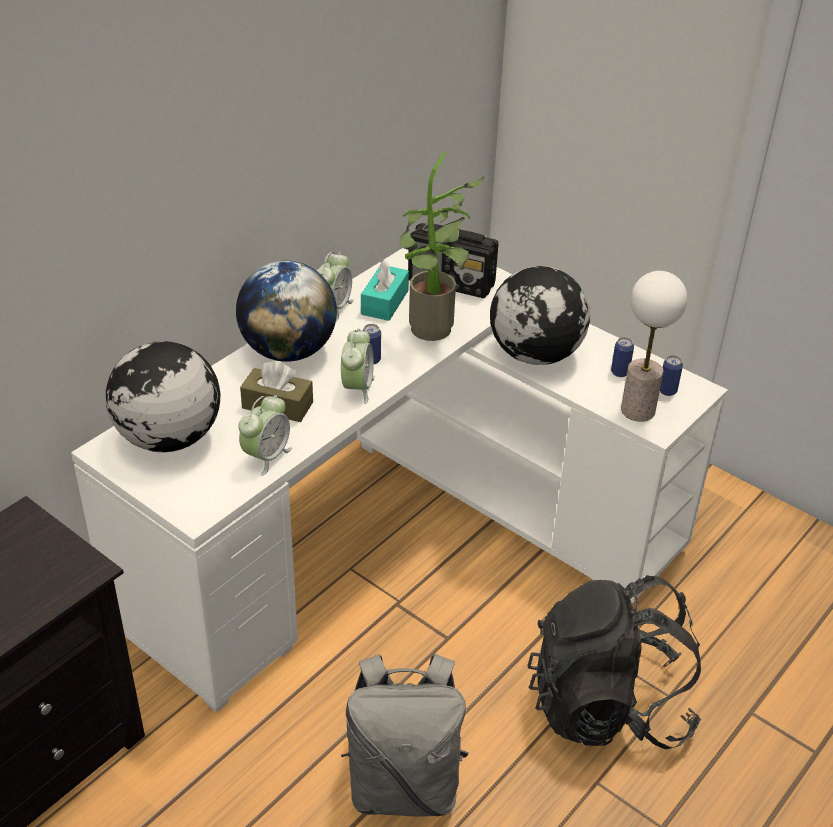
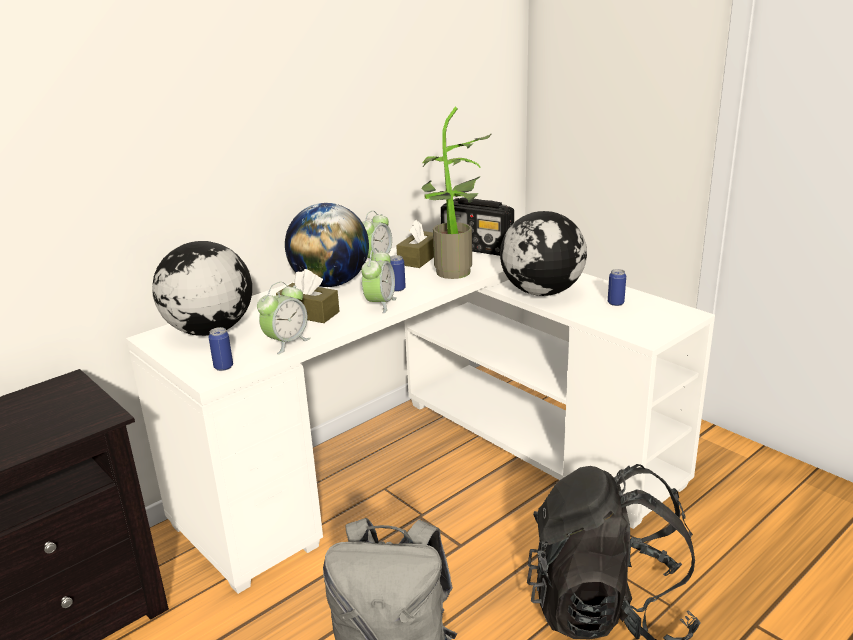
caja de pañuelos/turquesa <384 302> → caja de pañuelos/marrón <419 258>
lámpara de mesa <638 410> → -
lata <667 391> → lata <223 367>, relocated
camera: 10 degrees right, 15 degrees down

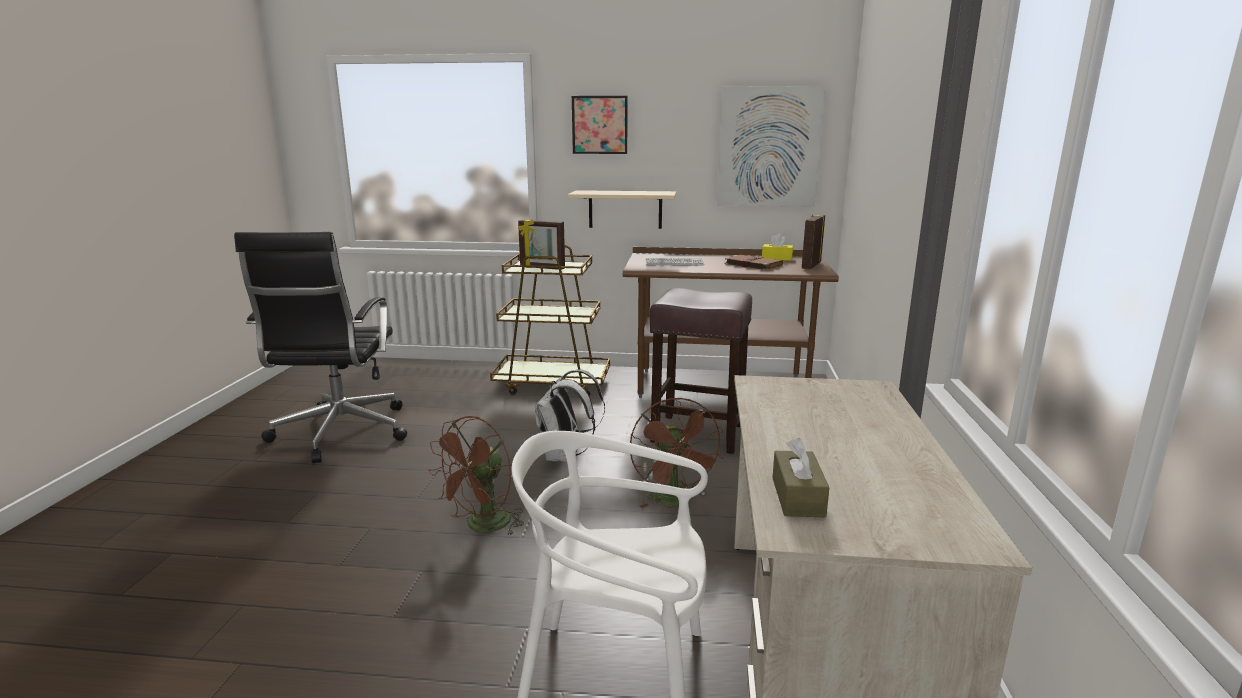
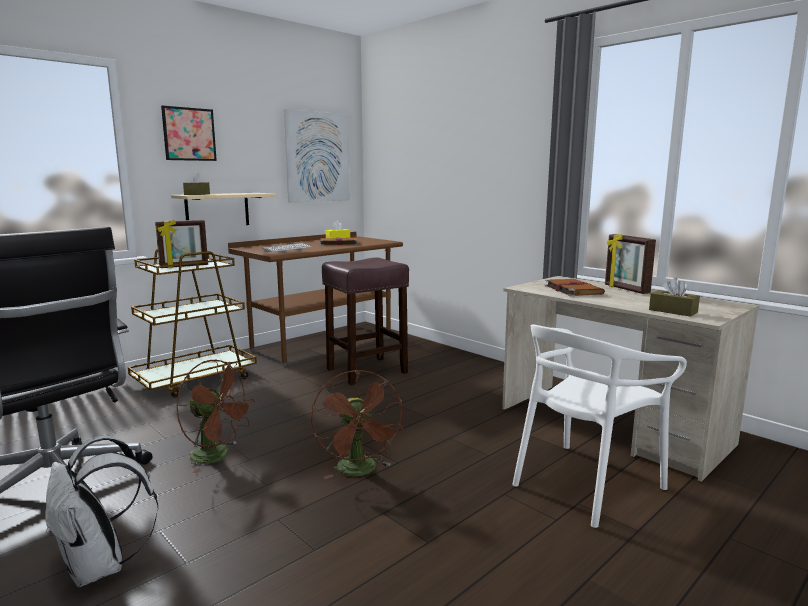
portarretratos <810 265> → portarretratos <625 289>, relocated
mochila/blanco <565 457> → mochila/blanco <101 567>, relocated
ventilador/marrón <675 500> → ventilador/marrón <217 456>, relocated
- → caja de pañuelos/marrón <197 194>
- → libro/marrón <572 289>
camera: 50 degrees left, 5 degrees down

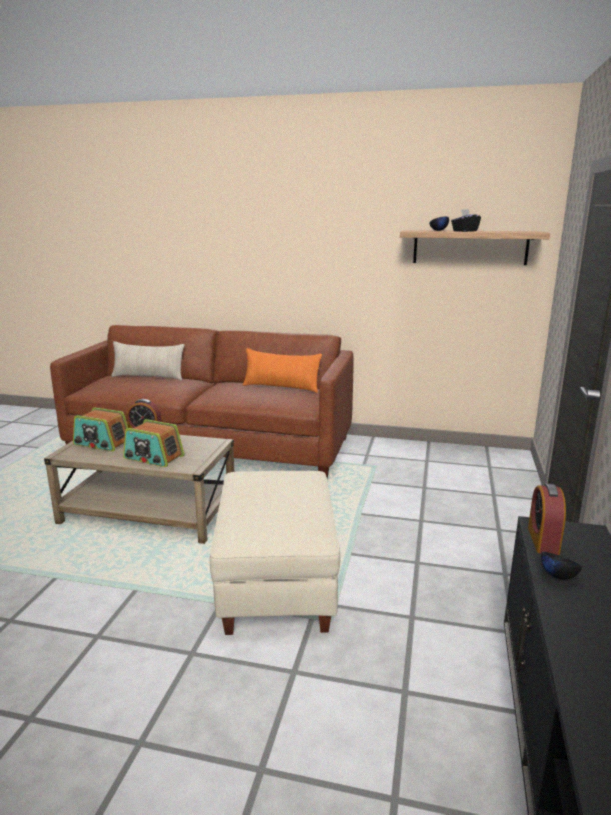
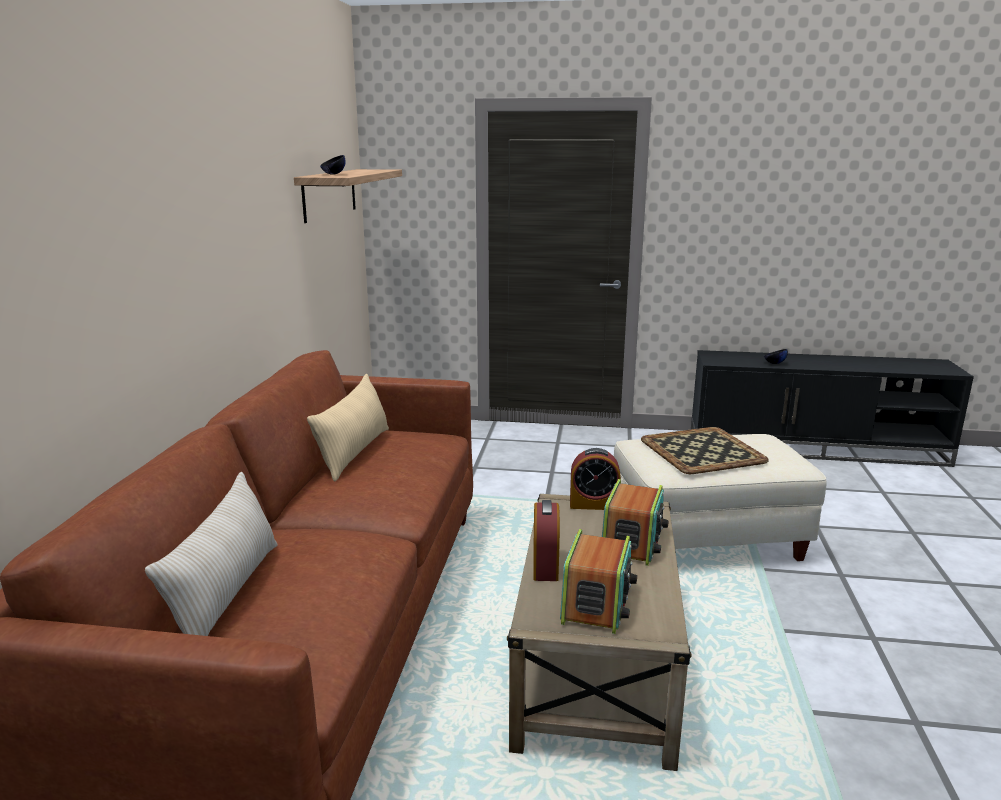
caja de pañuelos/negro <464 231> → -
cojín/naranja <281 387> → cojín/beis <354 452>
despertador <543 540> → despertador <594 504>, relocated
- → bandeja <702 451>
camera: 95 degrees left, 0 degrees up

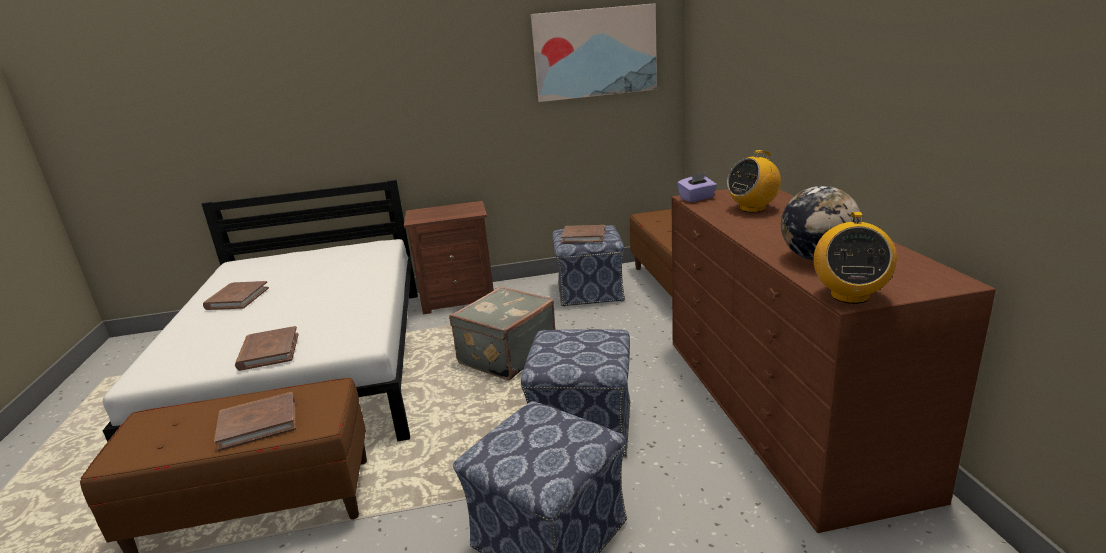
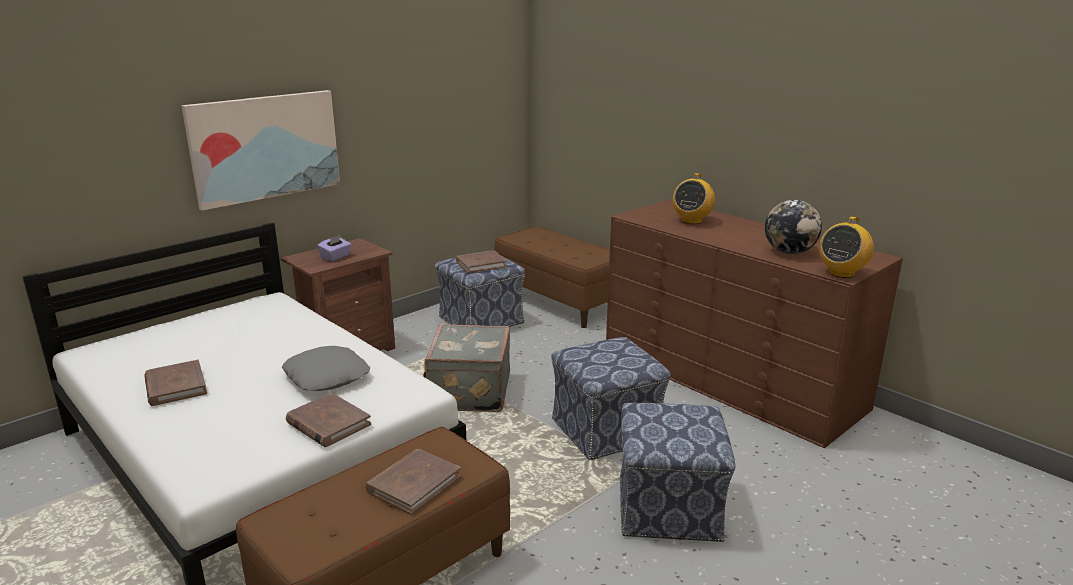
cuadro <595 53> → cuadro <265 147>, relocated
caja de pañuelos/morado <697 198> → caja de pañuelos/morado <335 257>, relocated
radio <849 295> → radio <841 273>, 60 degrees clockwise
- → cojín/gris <327 376>
camera: 35 degrees left, 0 degrees up

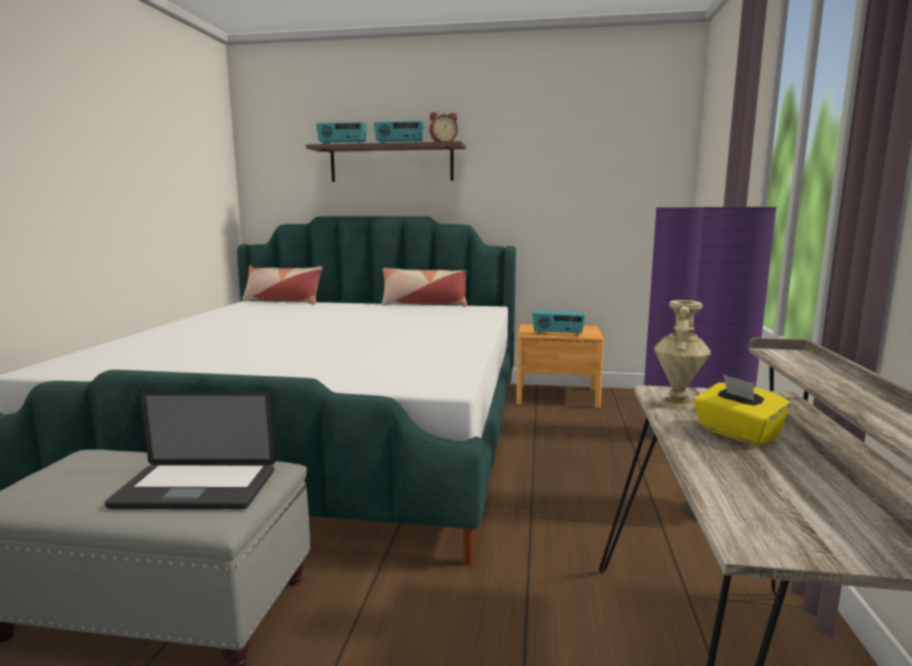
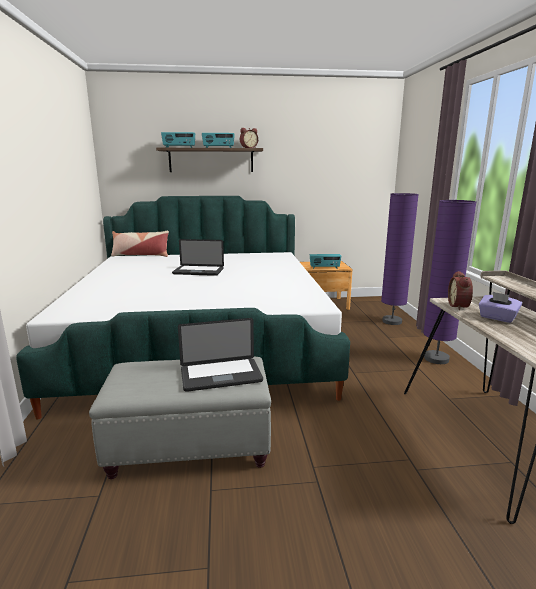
cojín <424 304> → -
florero/beis <678 404> → despertador <460 306>
caja de pañuelos/amarillo <736 434> → caja de pañuelos/morado <497 318>
- → portátil <198 271>
camera: 15 degrees left, 5 degrees up

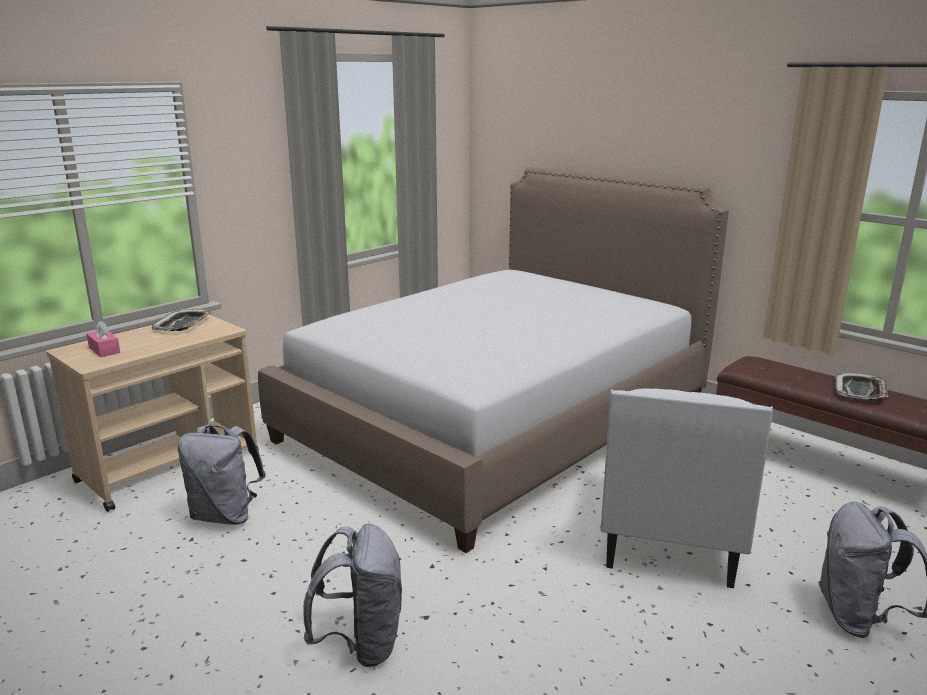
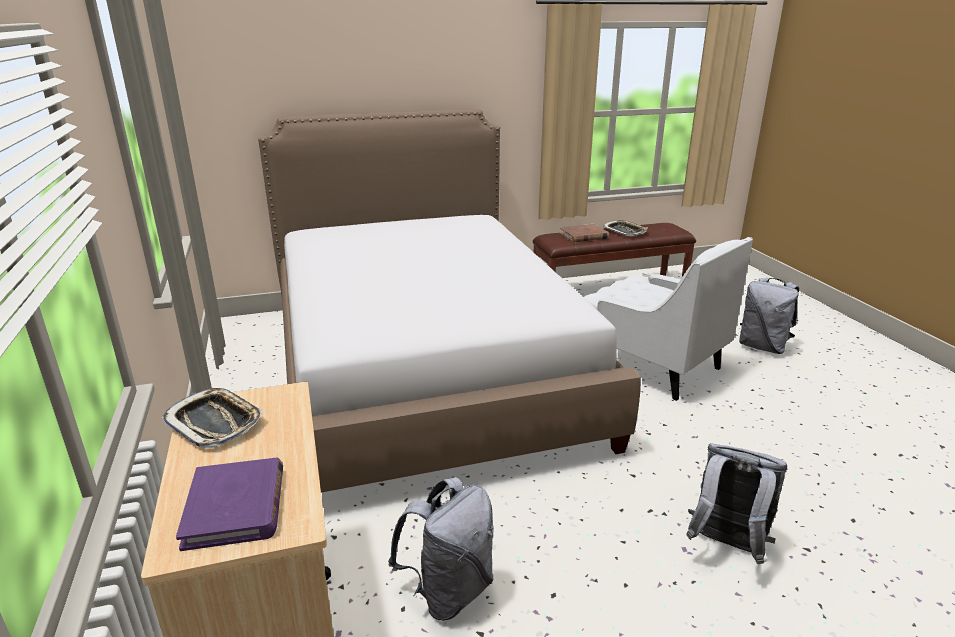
caja de pañuelos/rosa <104 350> → libro/morado <236 507>
- → libro/marrón <583 236>
camera: 60 degrees left, 5 degrees up

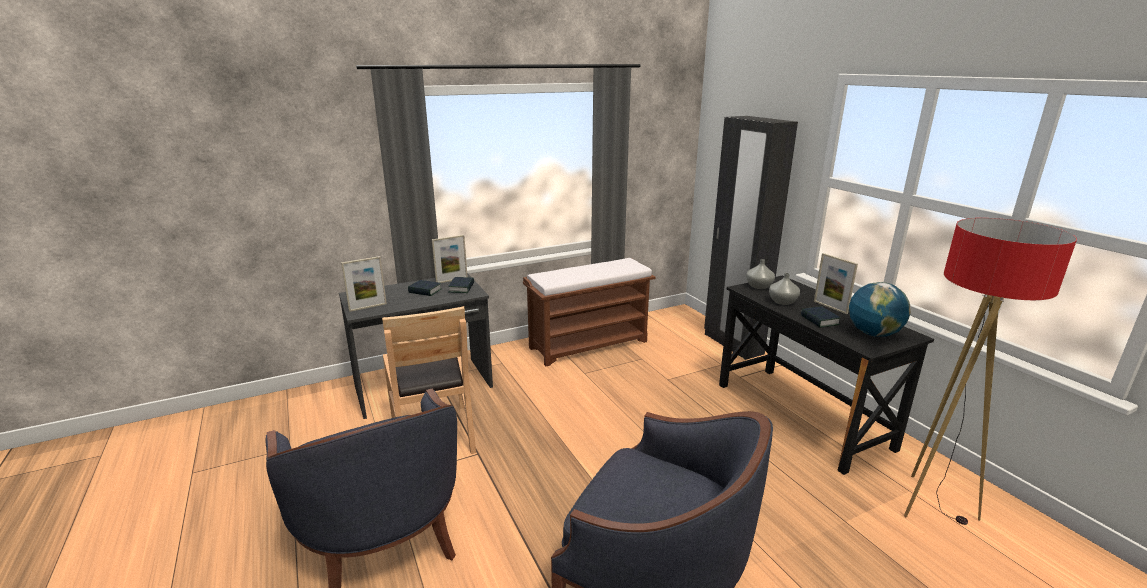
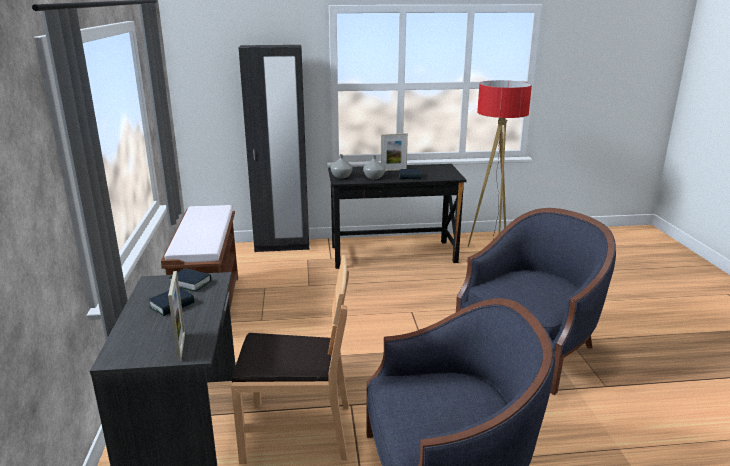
portarretratos <451 280> → -
globo terráqueo <873 333> → -
camera: 70 degrees left, 0 degrees up

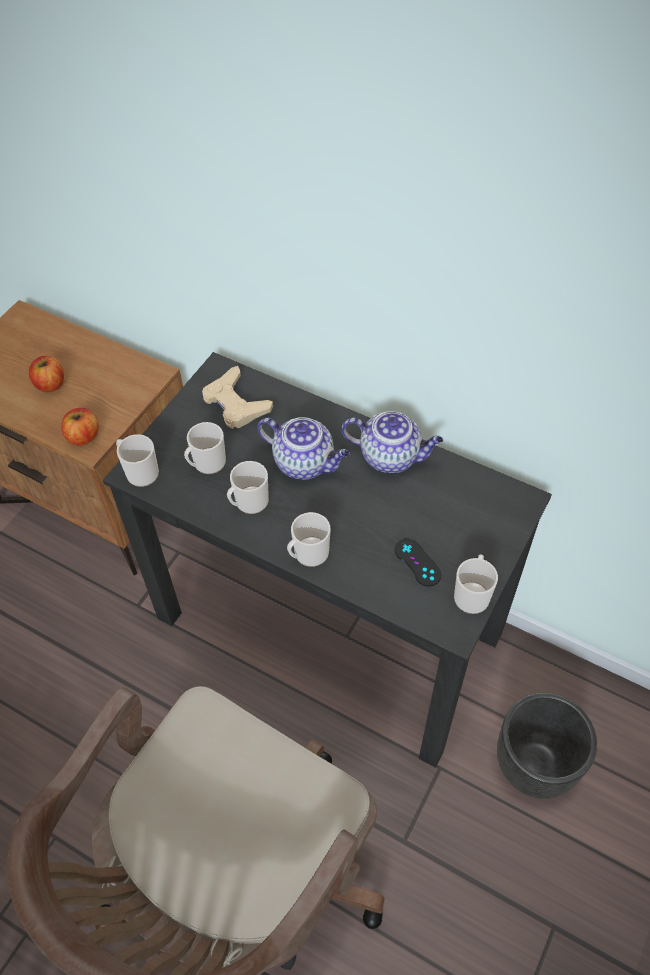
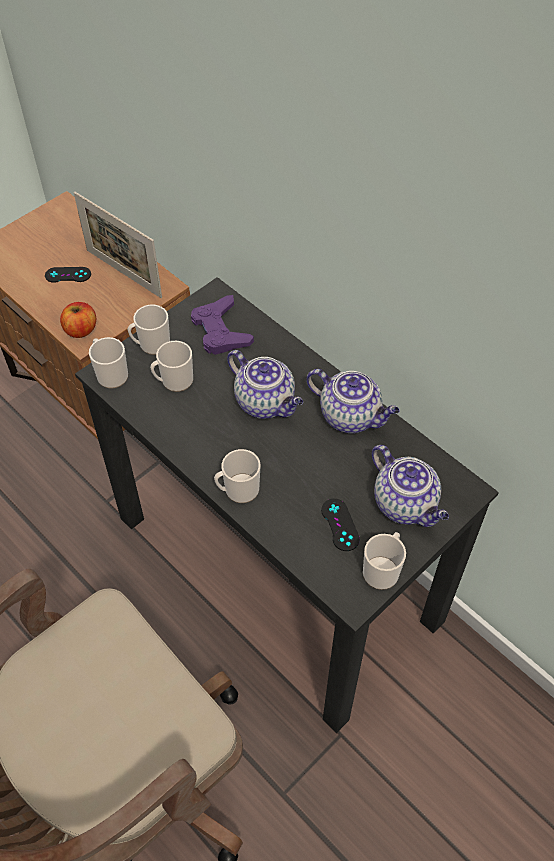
manzana <50 384> → mando de consola/negro <68 275>
mando de consola/beis <235 404> → mando de consola/morado <220 331>
taza grande <249 503> → taza grande <151 344>, relocated
maceta/negro <535 766> → -
- → portarretratos <123 273>
- → tetera <406 504>
camera: 15 degrees right, 0 degrees up

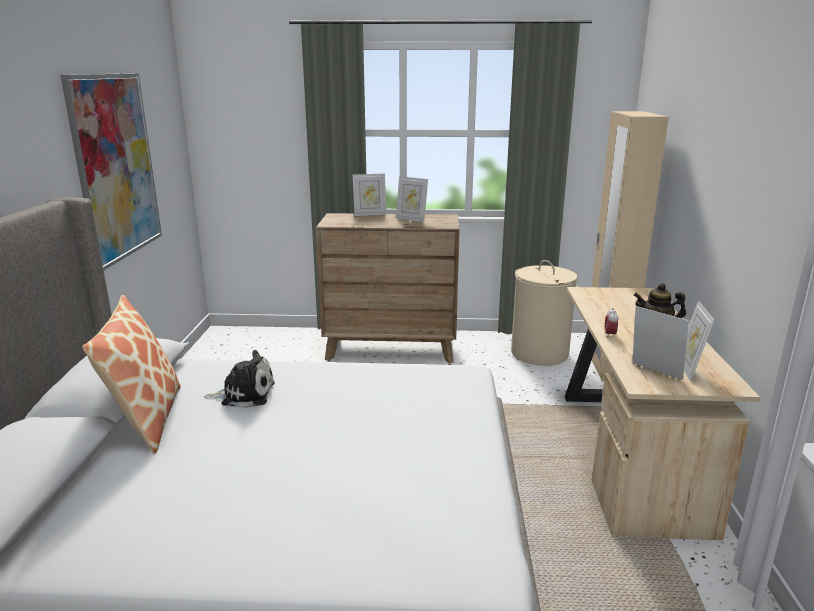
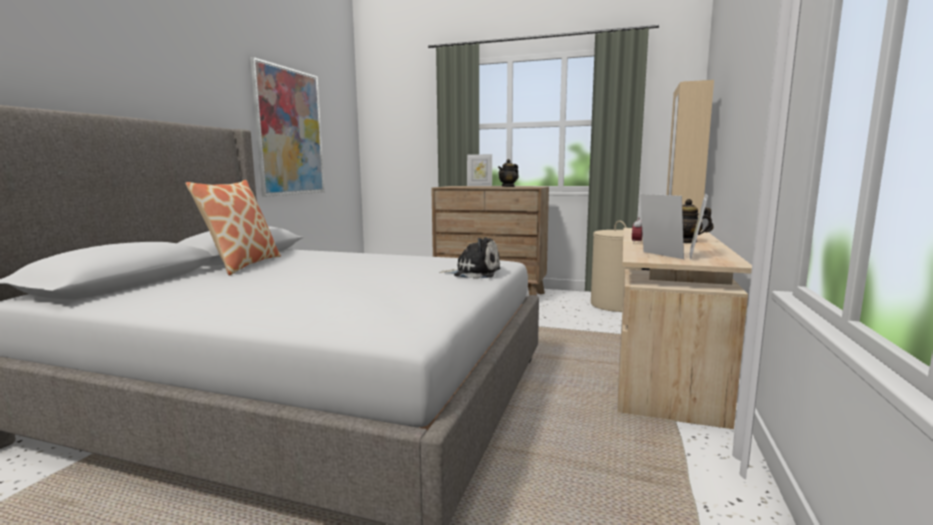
portarretratos <411 219> → tetera <508 186>
peluche <245 394> → peluche <474 273>, relocated
camera: 15 degrees right, 10 degrees down

